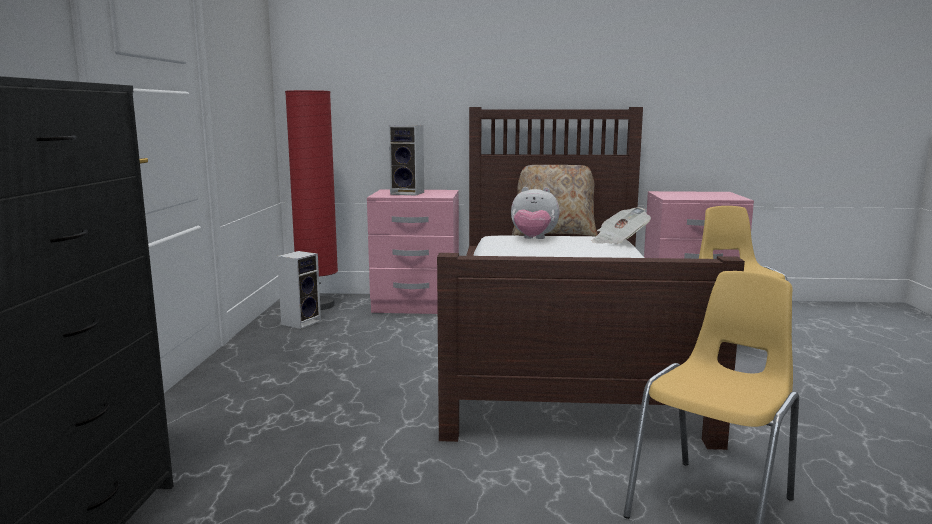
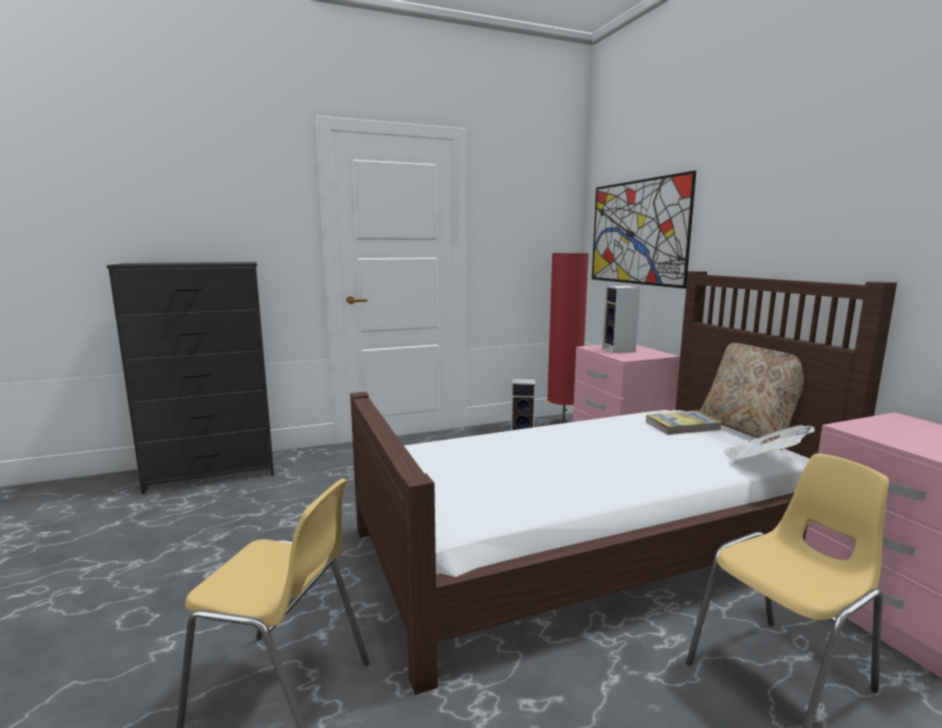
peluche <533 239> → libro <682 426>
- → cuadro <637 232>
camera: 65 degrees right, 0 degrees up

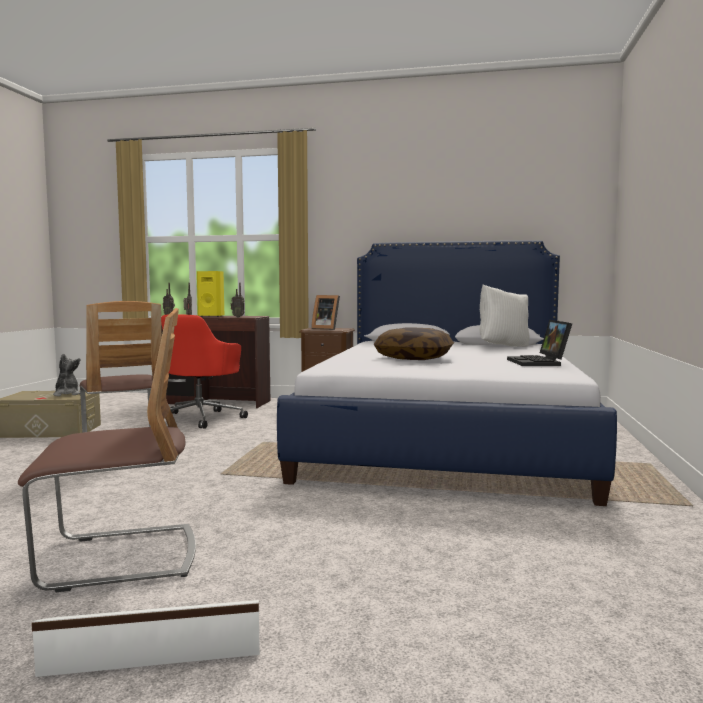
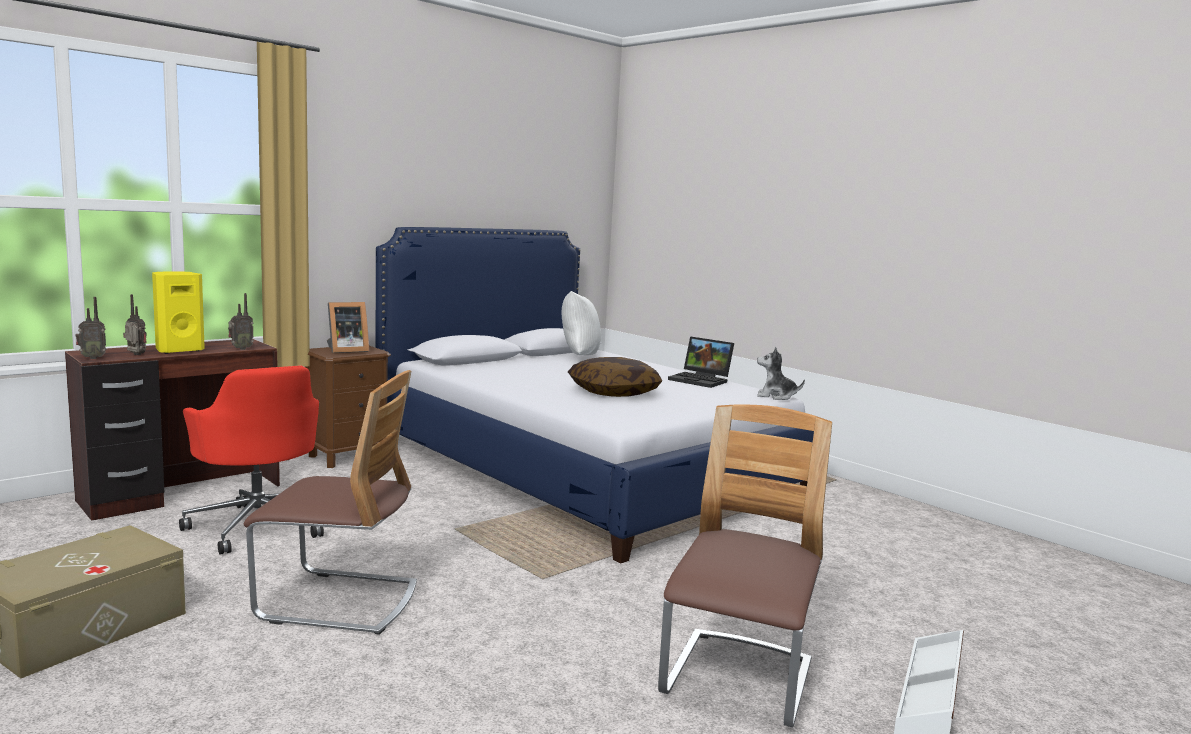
peluche <67 394> → peluche <775 396>, relocated
camera: 55 degrees left, 5 degrees up

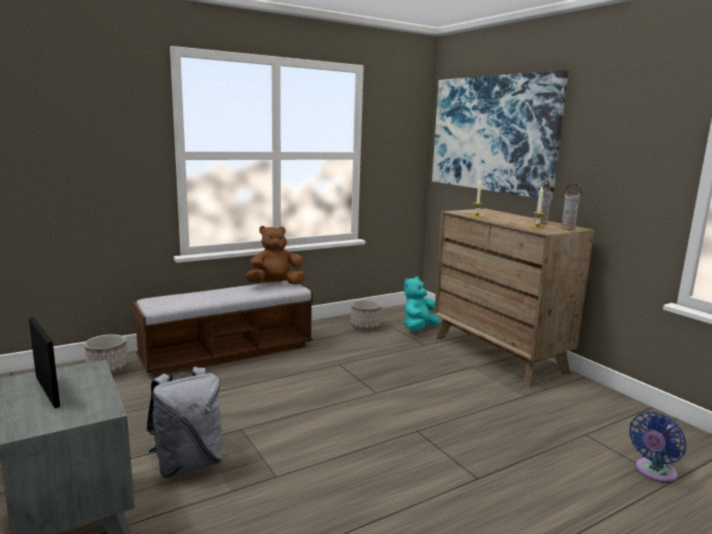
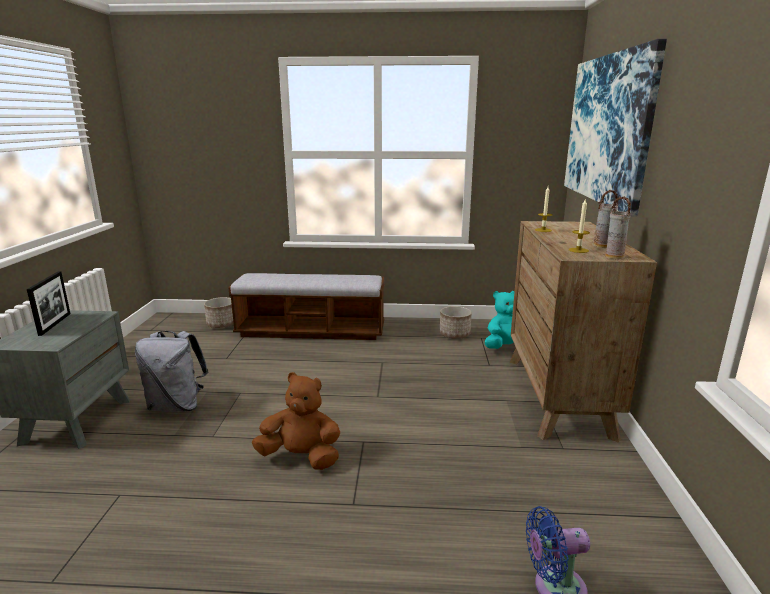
peluche/marrón <275 285> → peluche/marrón <301 457>, relocated
camera: 35 degrees right, 5 degrees up

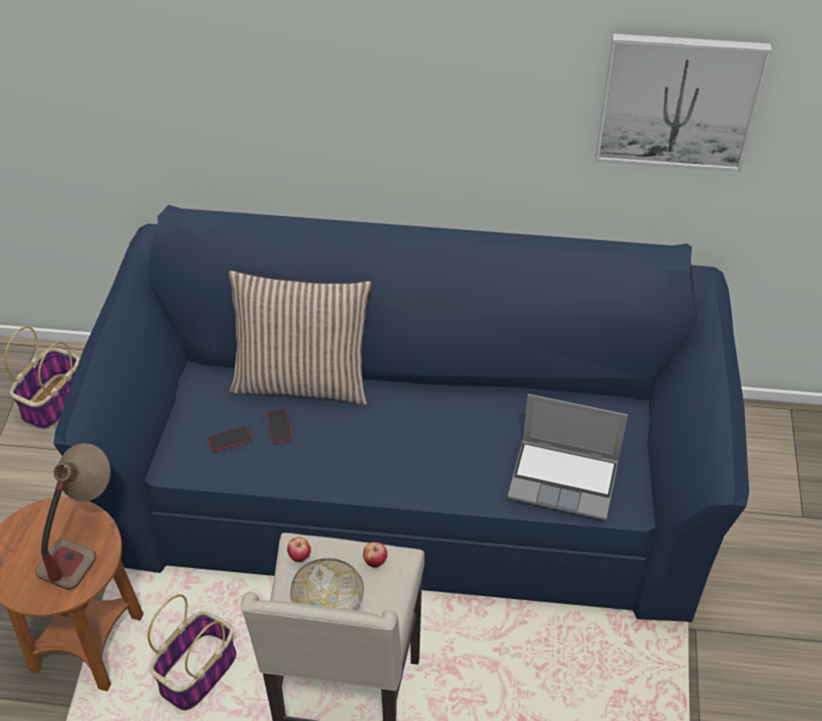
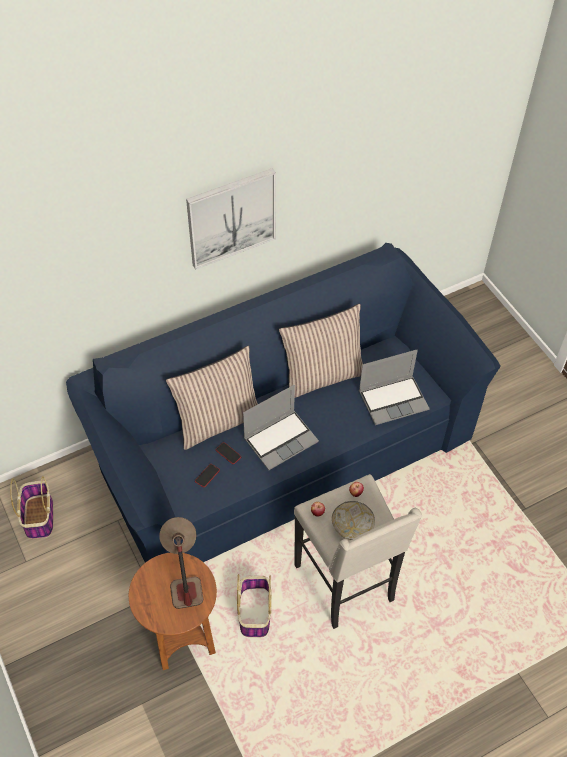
cuadro <679 101> → cuadro <231 217>, relocated
- → cojín <322 376>
- → portátil <281 439>
camera: 35 degrees left, 5 degrees up

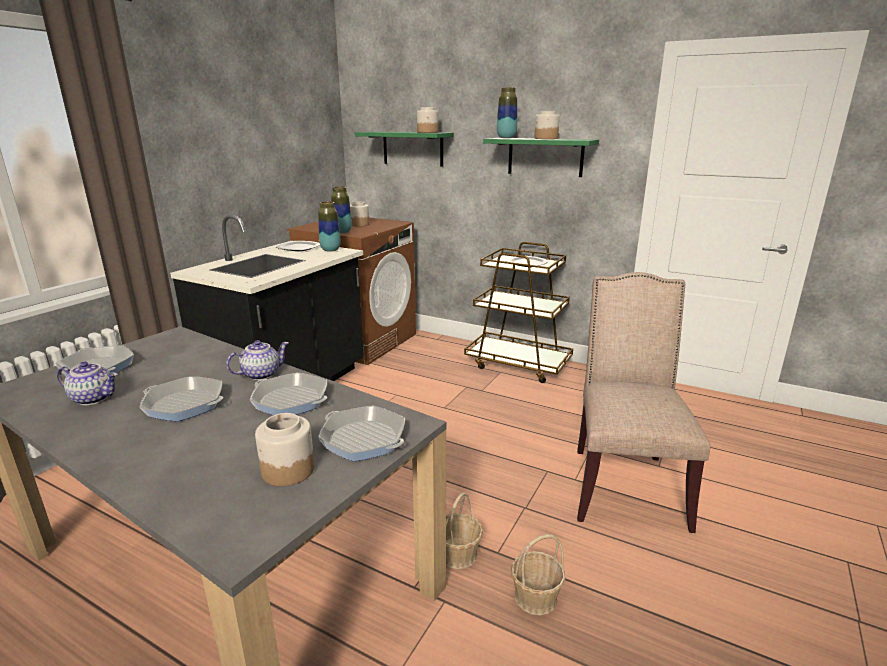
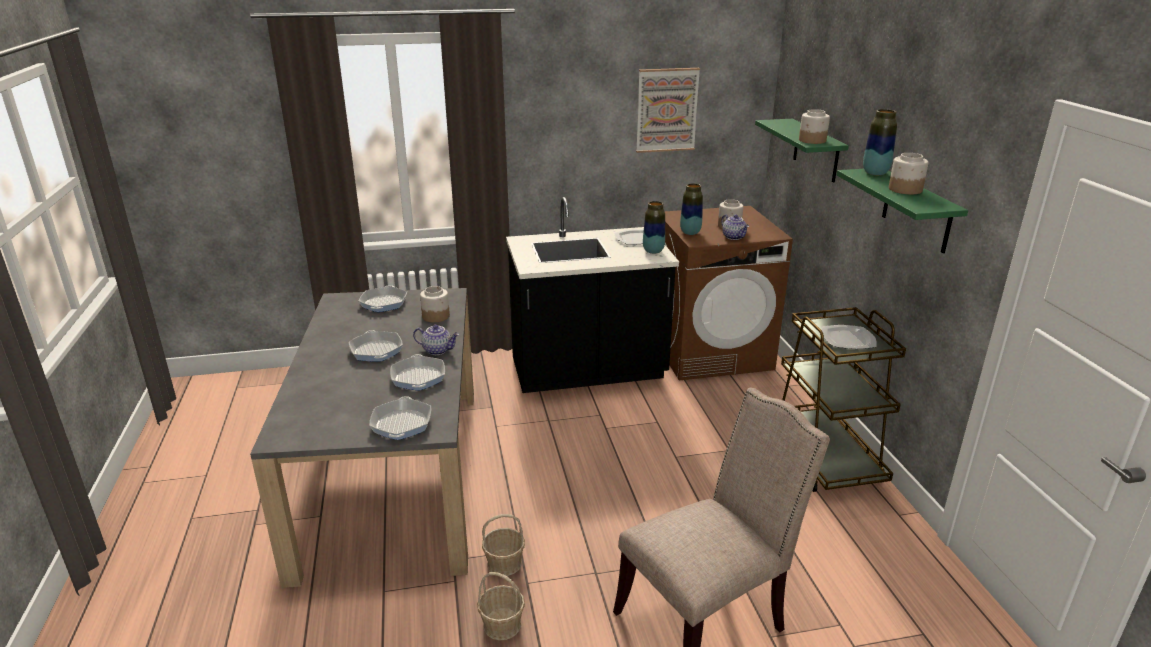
tetera <94 398> → tetera <734 237>, relocated
tarro <288 470> → tarro <436 316>, relocated
- → cuadro <666 110>
camera: 50 degrees right, 5 degrees up

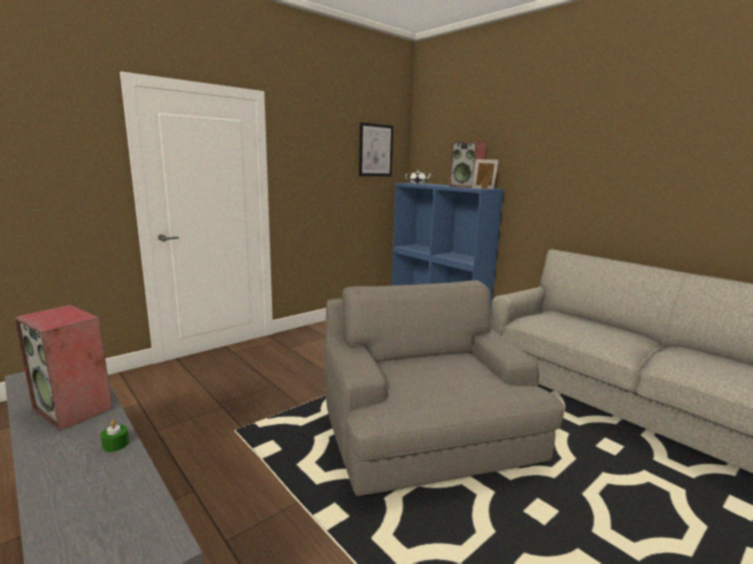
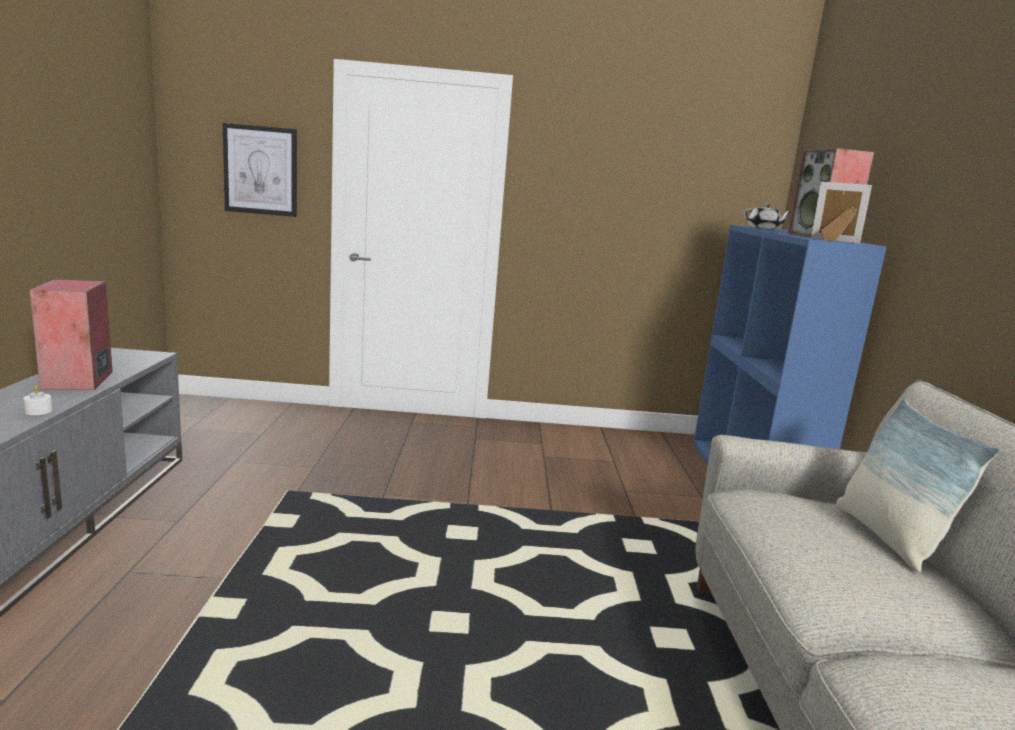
cuadro <375 150> → cuadro <260 170>, relocated
sillón/gris <428 438> → -
vela/verde <116 444> → vela/blanco <38 411>
- → cojín <888 538>
camera: 40 degrees right, 0 degrees up

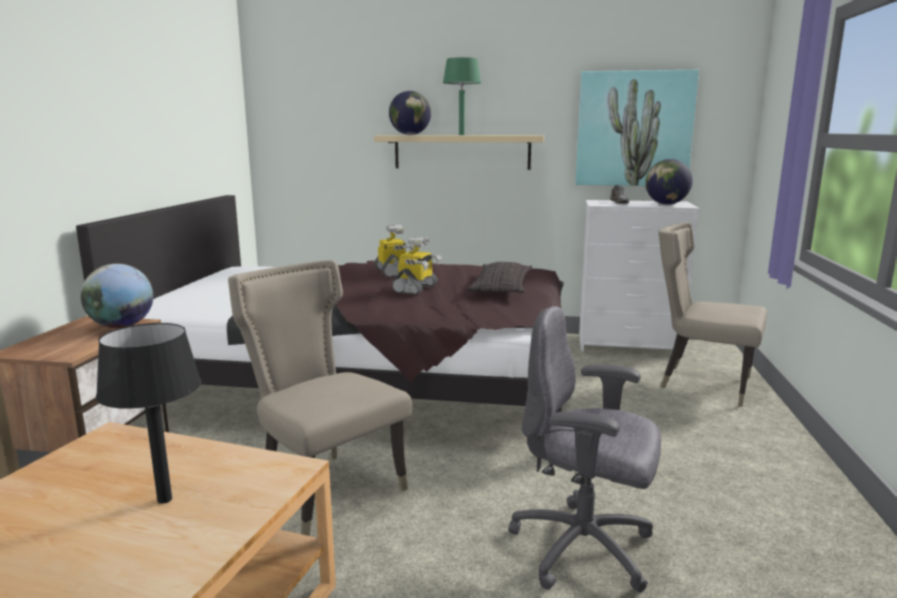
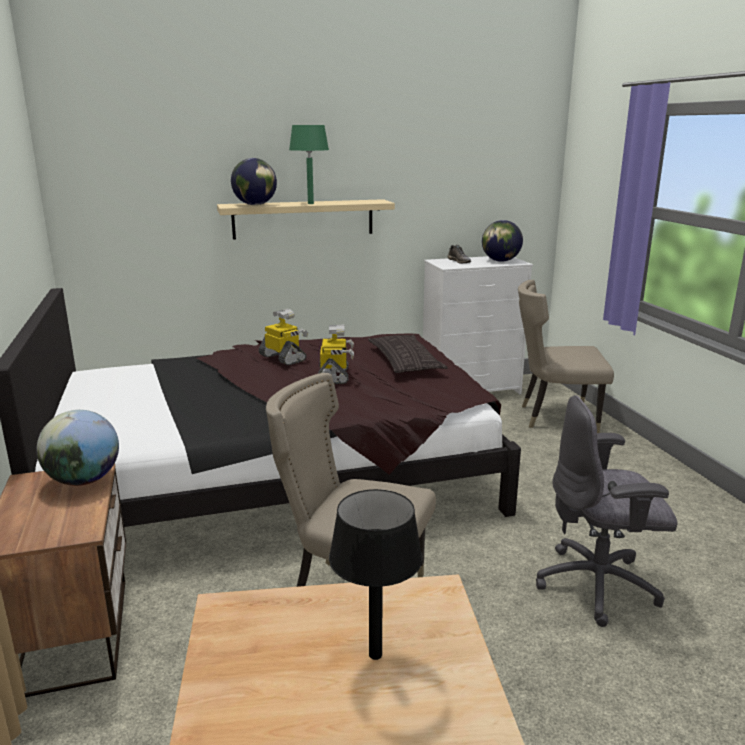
cuadro <634 129> → -
camera: 25 degrees left, 5 degrees up

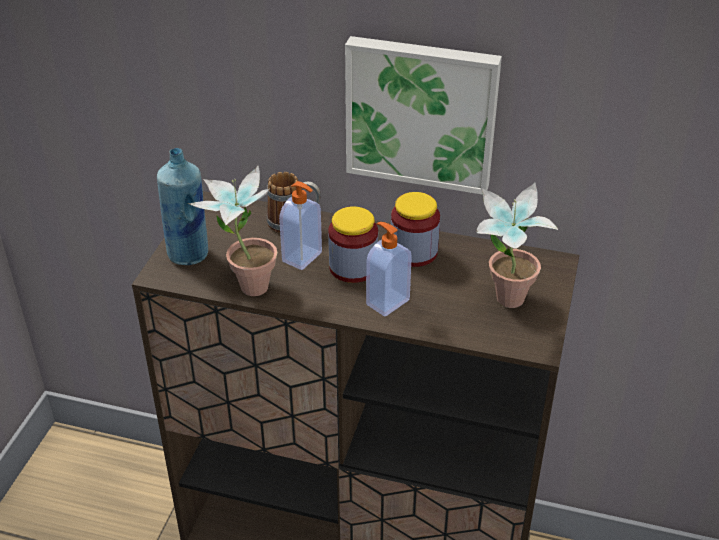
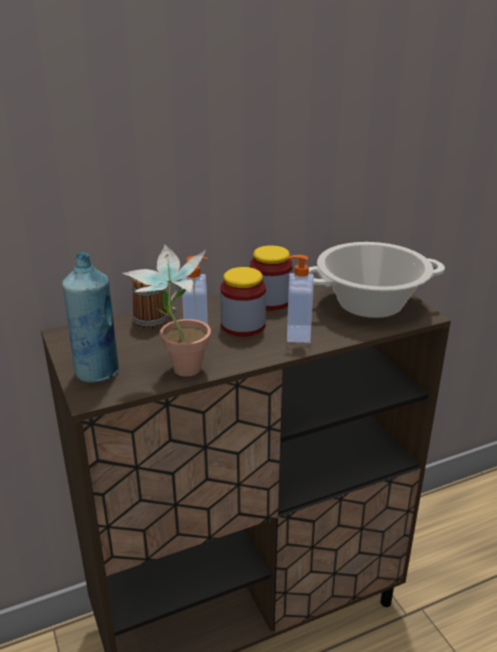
cuadro <421 112> → -
planta en maceta <504 304> → olla <370 304>
camera: 40 degrees left, 10 degrees down

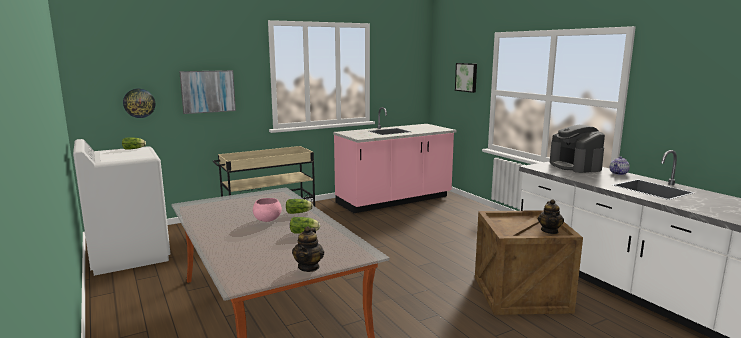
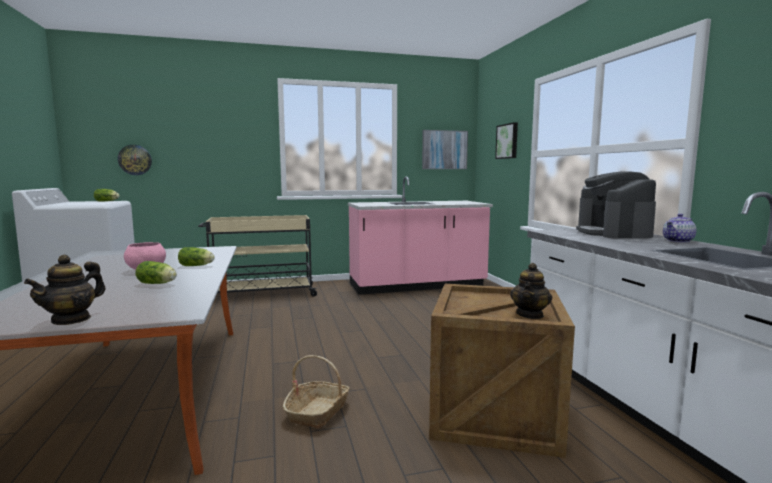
cuadro <208 91> → cuadro <444 150>, relocated
- → cesta <318 411>
camera: 15 degrees right, 5 degrees down

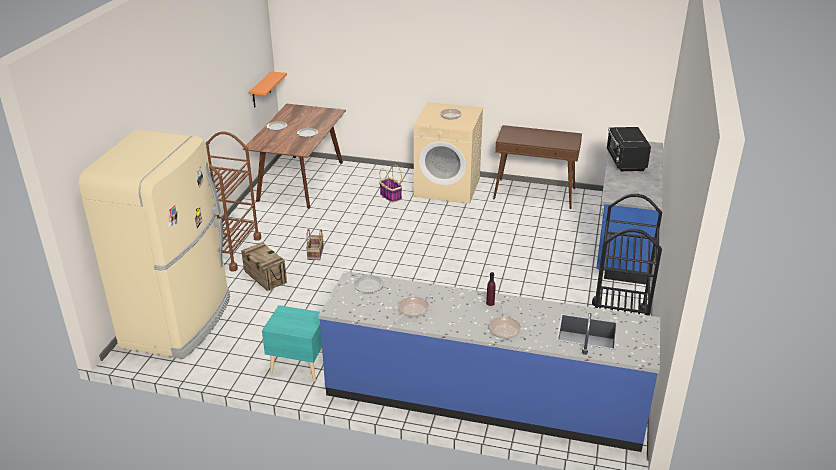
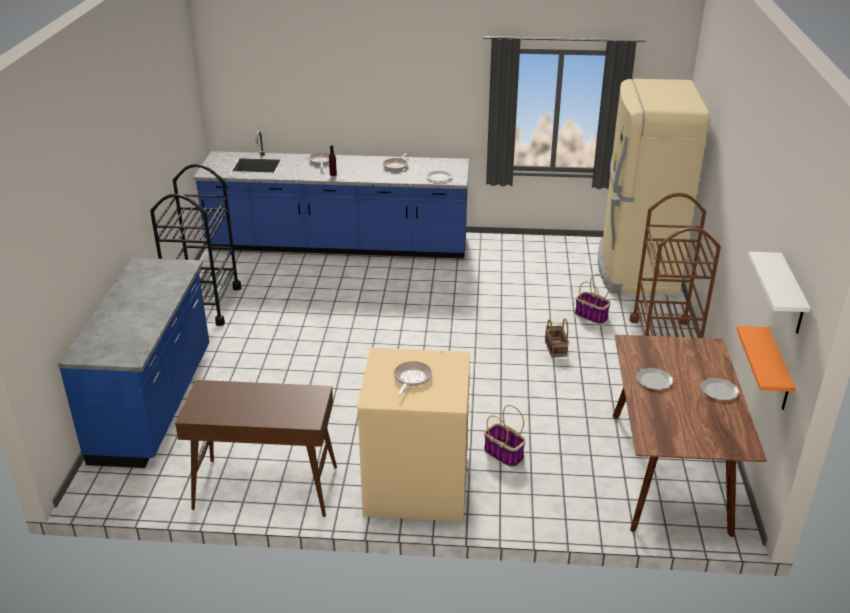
microondas/negro <625 162> → -
caja de embalaje <264 277> → cesta <592 316>
mesita de noche/turquesa <298 365> → -
- → estante/blanco <791 295>
camera: 170 degrees right, 0 degrees up

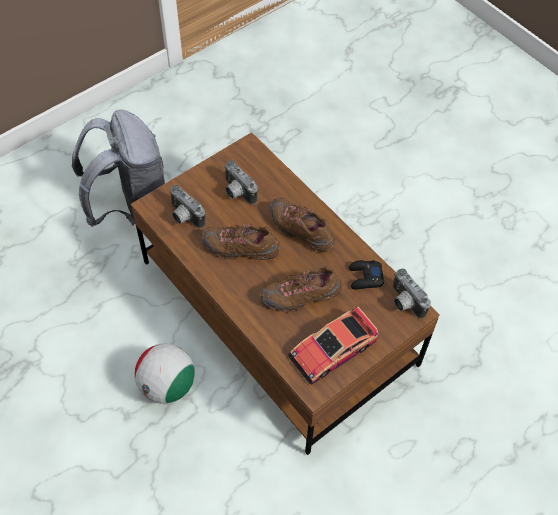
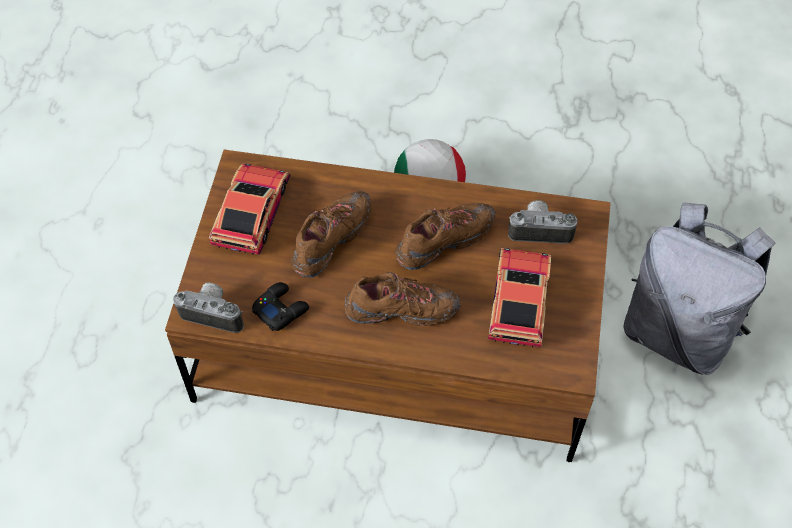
cámara <237 192> → coche de juguete <519 300>
camera: 140 degrees right, 0 degrees up

